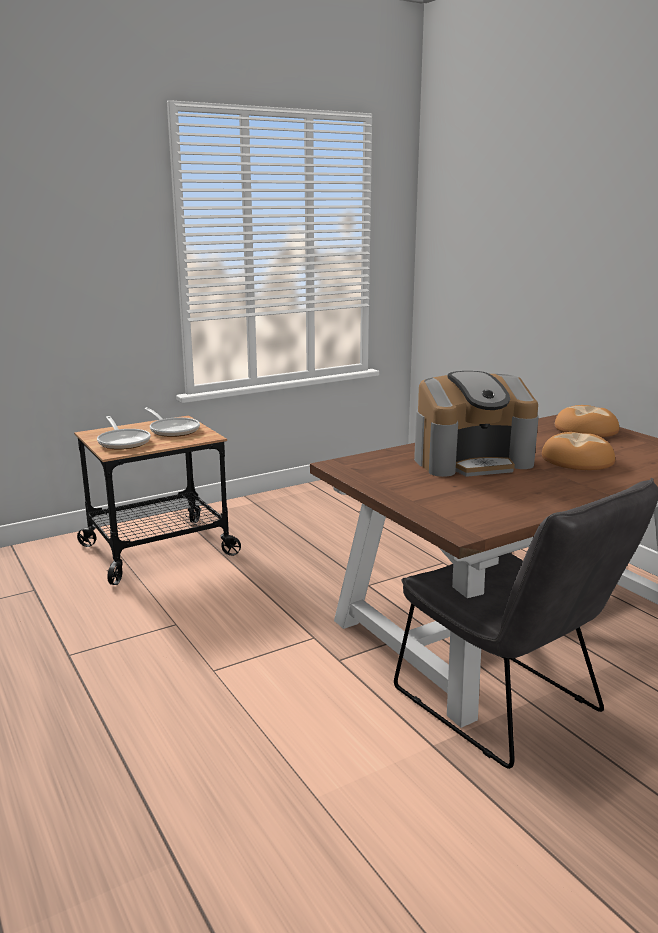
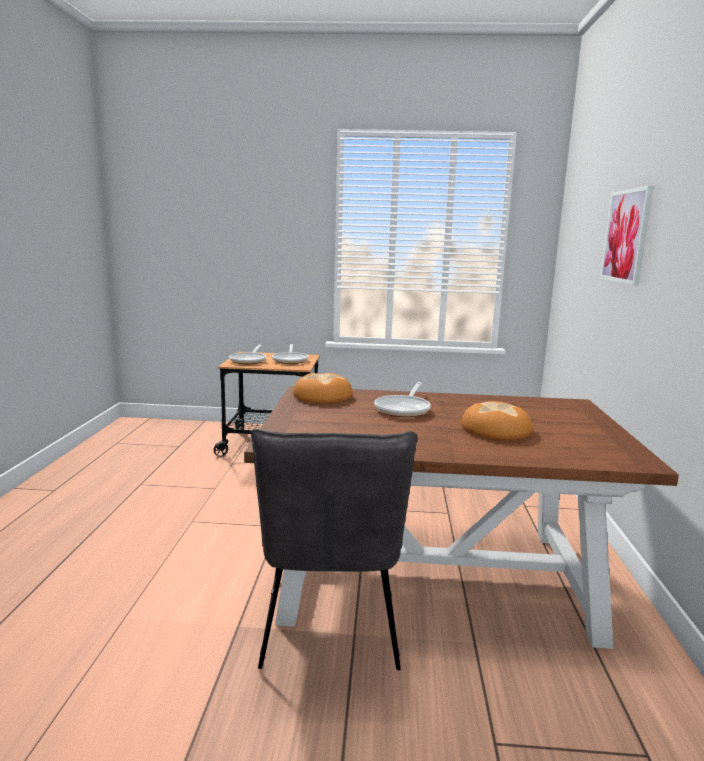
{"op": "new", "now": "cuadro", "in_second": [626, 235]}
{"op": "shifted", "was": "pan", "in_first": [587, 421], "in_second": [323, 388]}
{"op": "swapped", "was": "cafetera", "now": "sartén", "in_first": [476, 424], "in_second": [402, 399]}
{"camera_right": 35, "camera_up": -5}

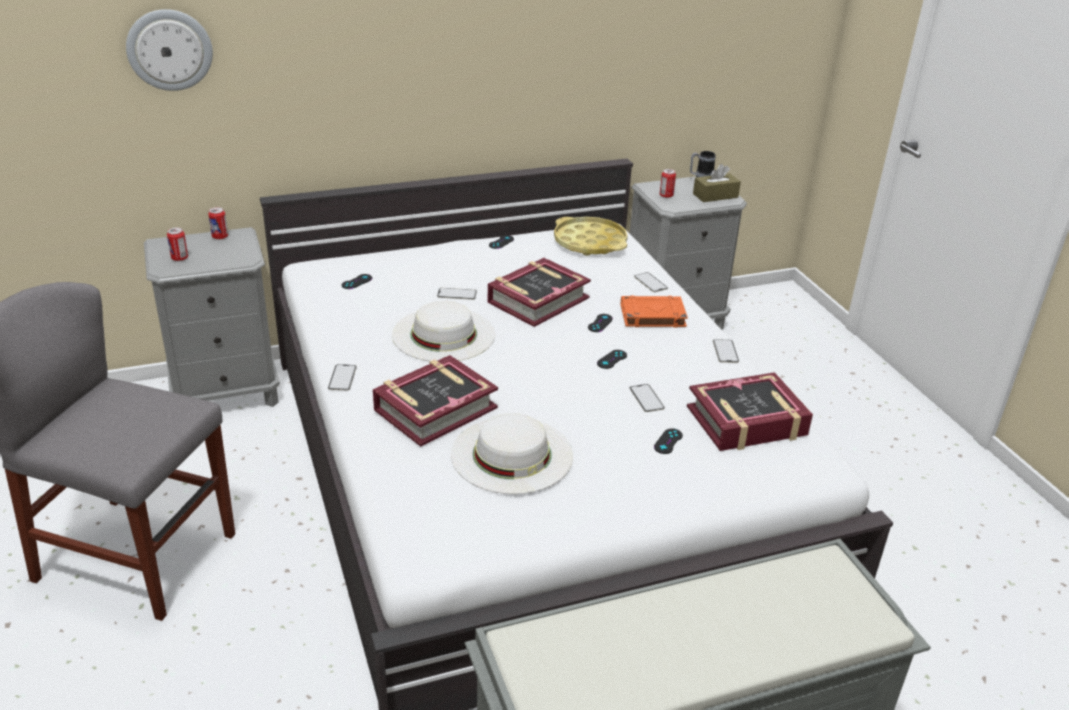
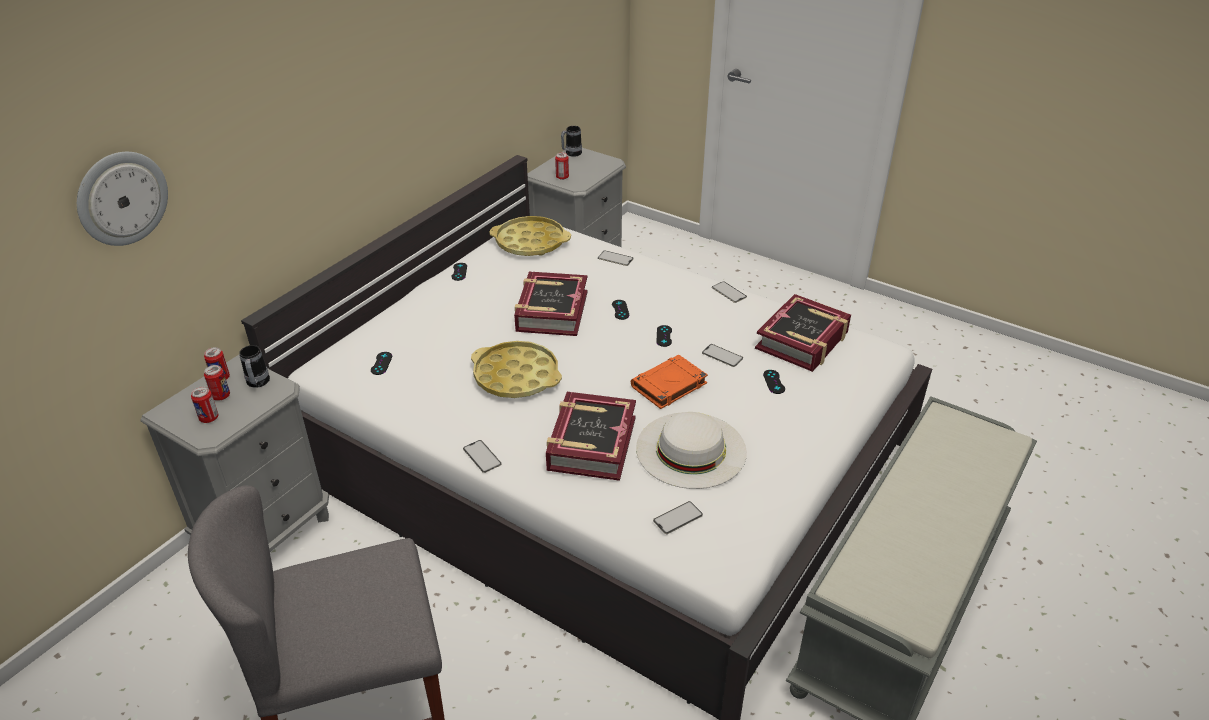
{"op": "gone", "was": "caja de pañuelos/marrón", "in_first": [717, 183]}
{"op": "new", "now": "lata", "in_second": [217, 383]}
{"op": "new", "now": "taza grande", "in_second": [254, 366]}
{"op": "shifted", "was": "móvil", "in_first": [457, 294], "in_second": [678, 517]}
{"op": "shifted", "was": "libro/naranja", "in_first": [654, 311], "in_second": [669, 382]}
{"op": "swapped", "was": "sombrero/blanco", "now": "bandeja/amarillo", "in_first": [443, 331], "in_second": [516, 369]}
{"camera_right": -35, "camera_up": 5}

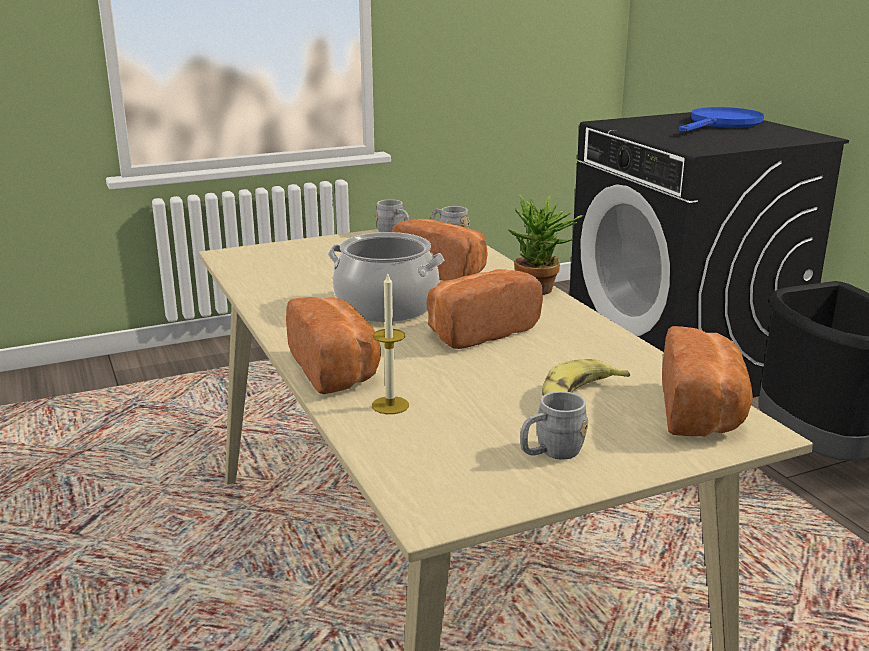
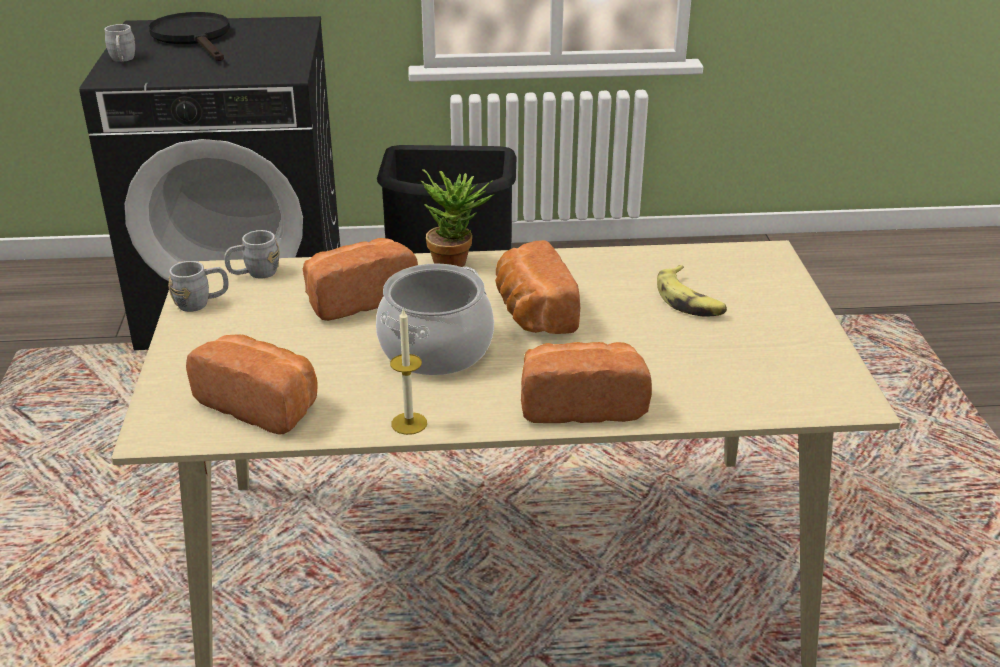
{"op": "shifted", "was": "vela", "in_first": [390, 344], "in_second": [408, 372]}
{"op": "shifted", "was": "taza grande/gris", "in_first": [554, 425], "in_second": [120, 43]}
{"op": "shifted", "was": "pan", "in_first": [707, 381], "in_second": [252, 384]}
{"op": "repainted", "was": "sartén/azul", "now": "sartén/negro", "in_first": [721, 120], "in_second": [189, 36]}
{"camera_right": -70, "camera_up": 10}

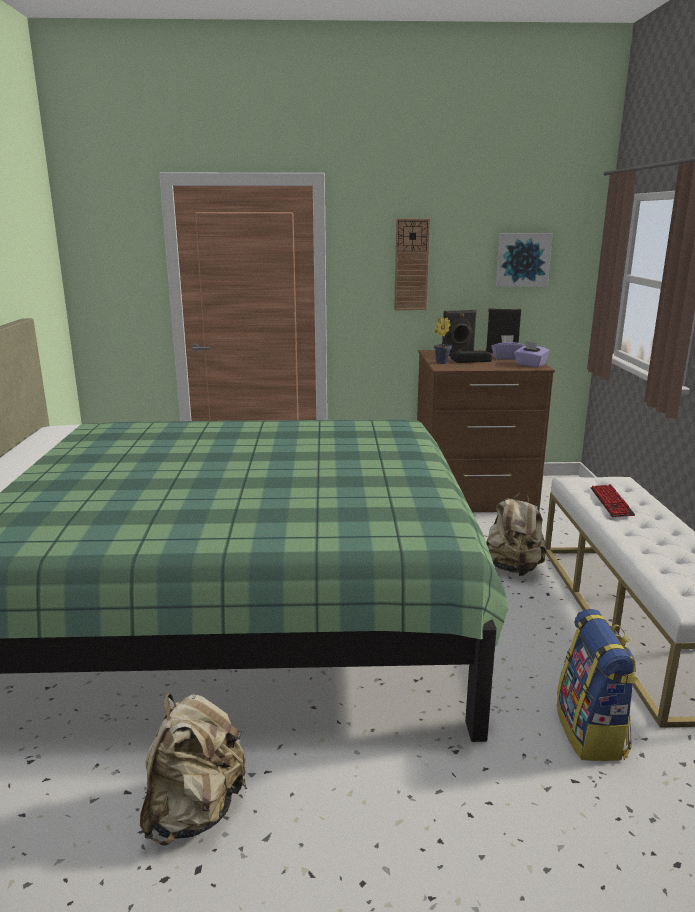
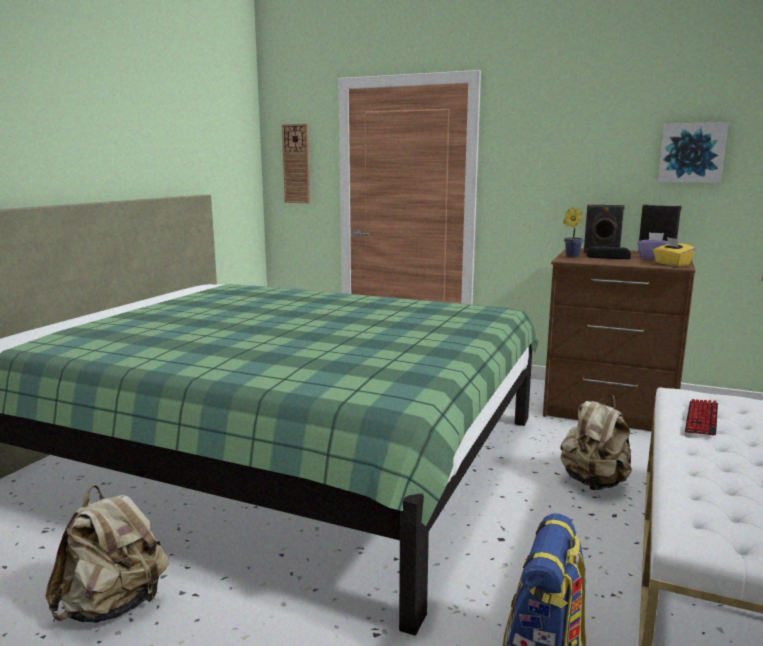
{"op": "shifted", "was": "reloj de pared", "in_first": [412, 264], "in_second": [296, 163]}
{"op": "repainted", "was": "caja de pañuelos/morado", "now": "caja de pañuelos/amarillo", "in_first": [532, 354], "in_second": [674, 251]}
{"camera_right": 25, "camera_up": -5}

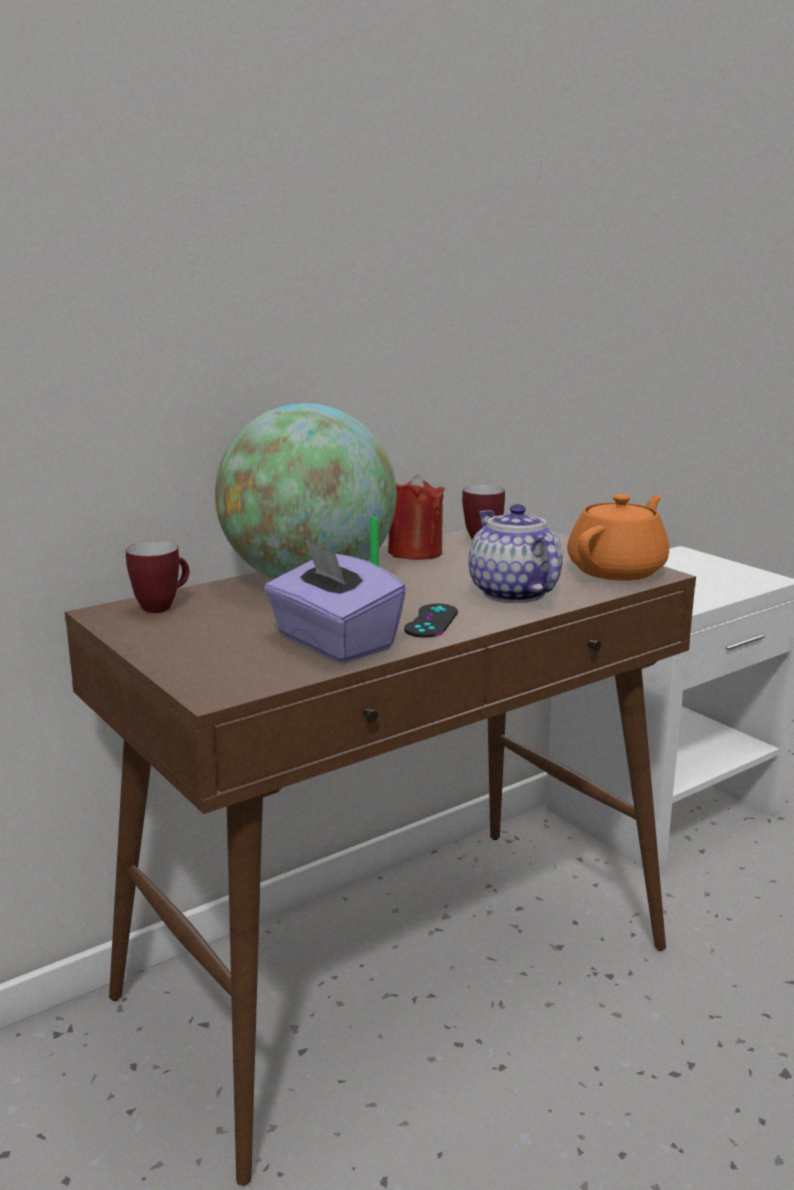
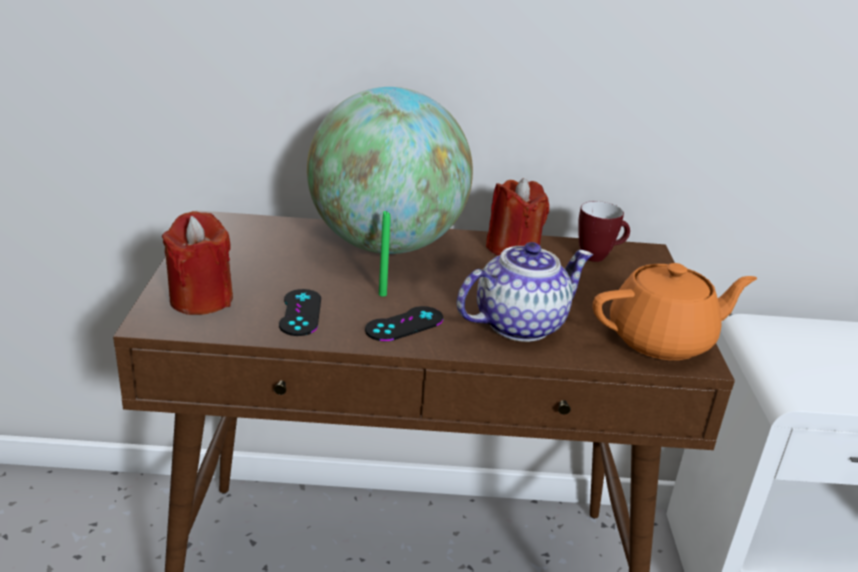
{"op": "gone", "was": "taza grande", "in_first": [158, 577]}
{"op": "new", "now": "vela/rojo", "in_second": [197, 263]}
{"op": "swapped", "was": "caja de pañuelos/morado", "now": "mando de consola/negro", "in_first": [335, 601], "in_second": [300, 312]}
{"op": "rotated", "was": "tetera", "in_first": [515, 553], "in_second": [525, 292], "clockwise": 45}
{"camera_right": 35, "camera_up": 10}

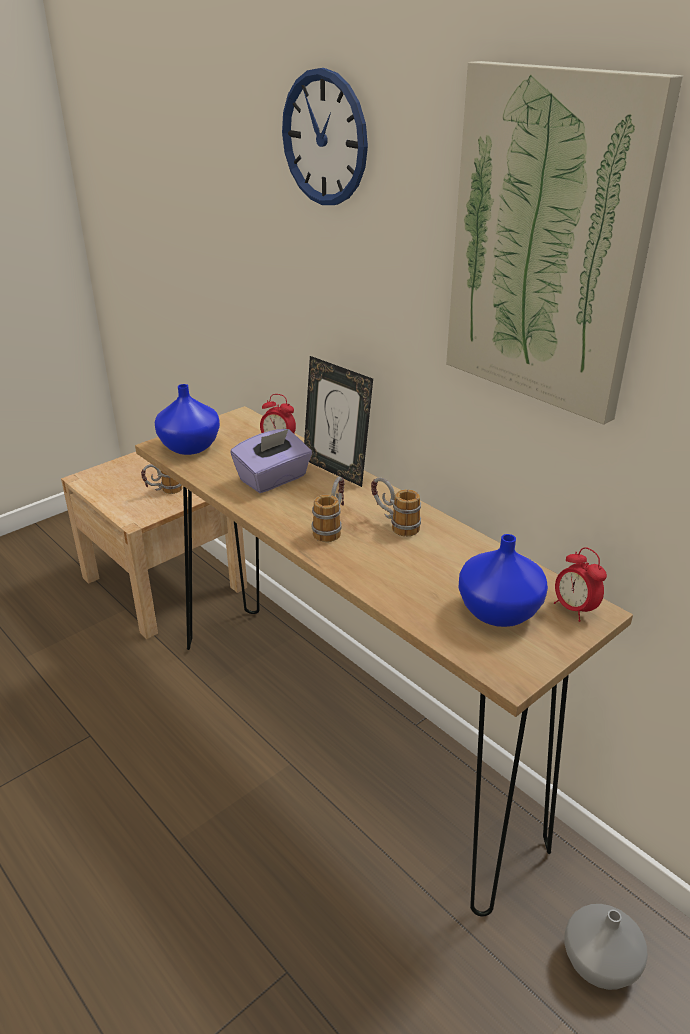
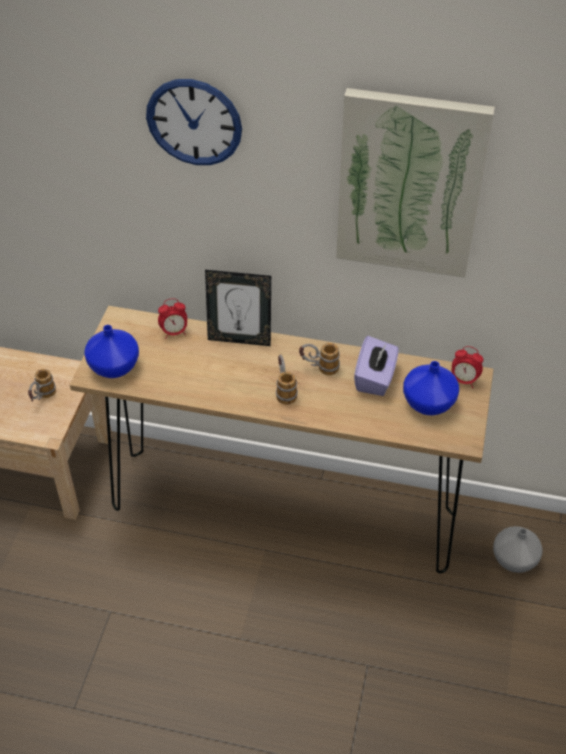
{"op": "shifted", "was": "caja de pañuelos/morado", "in_first": [271, 461], "in_second": [376, 366]}
{"camera_right": -35, "camera_up": 15}

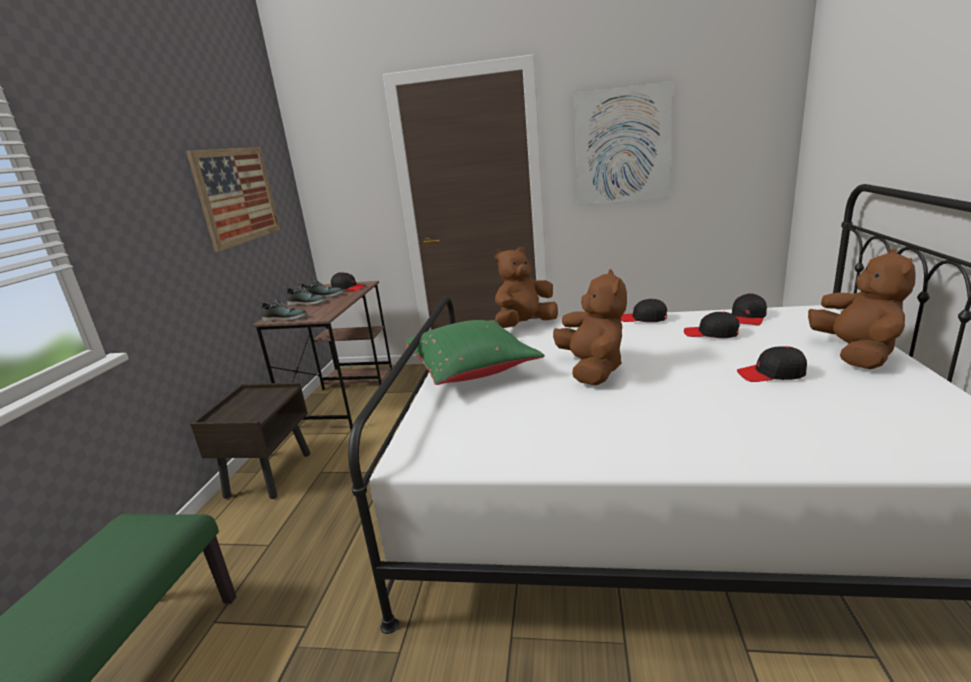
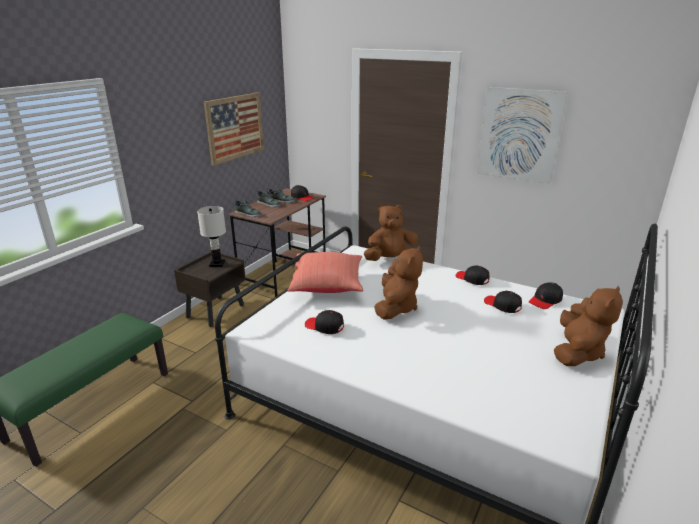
{"op": "new", "now": "lámpara de mesa/blanco", "in_second": [211, 236]}
{"op": "shifted", "was": "gorra/negro", "in_first": [772, 364], "in_second": [324, 322]}
{"op": "repainted", "was": "cojín/verde", "now": "cojín/rojo", "in_first": [474, 352], "in_second": [325, 272]}
{"camera_right": 20, "camera_up": 5}

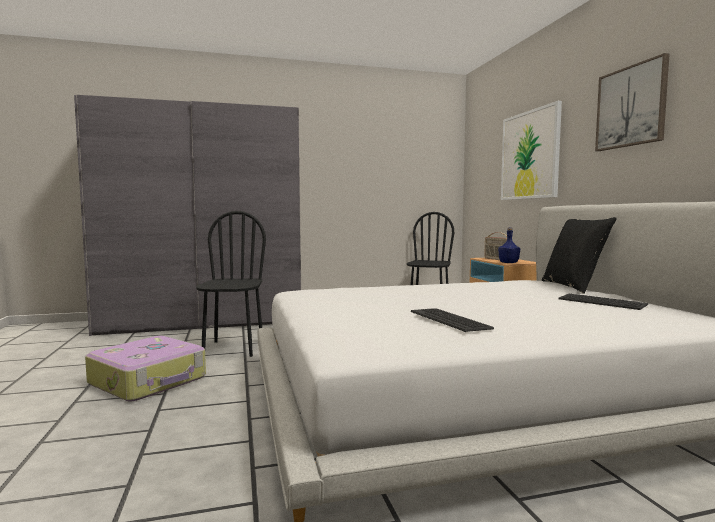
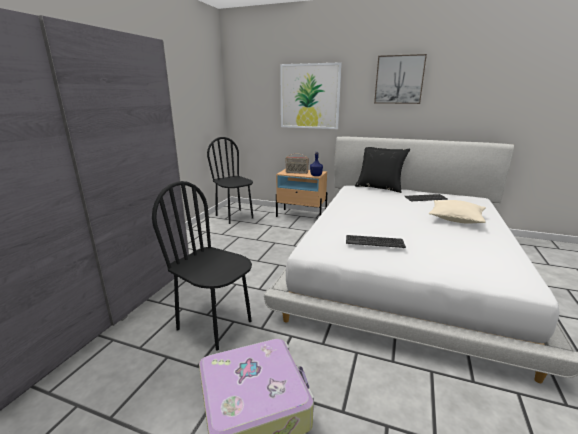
{"op": "new", "now": "cojín/beis", "in_second": [457, 212]}
{"op": "shifted", "was": "teclado", "in_first": [452, 320], "in_second": [376, 241]}
{"camera_right": -55, "camera_up": 15}

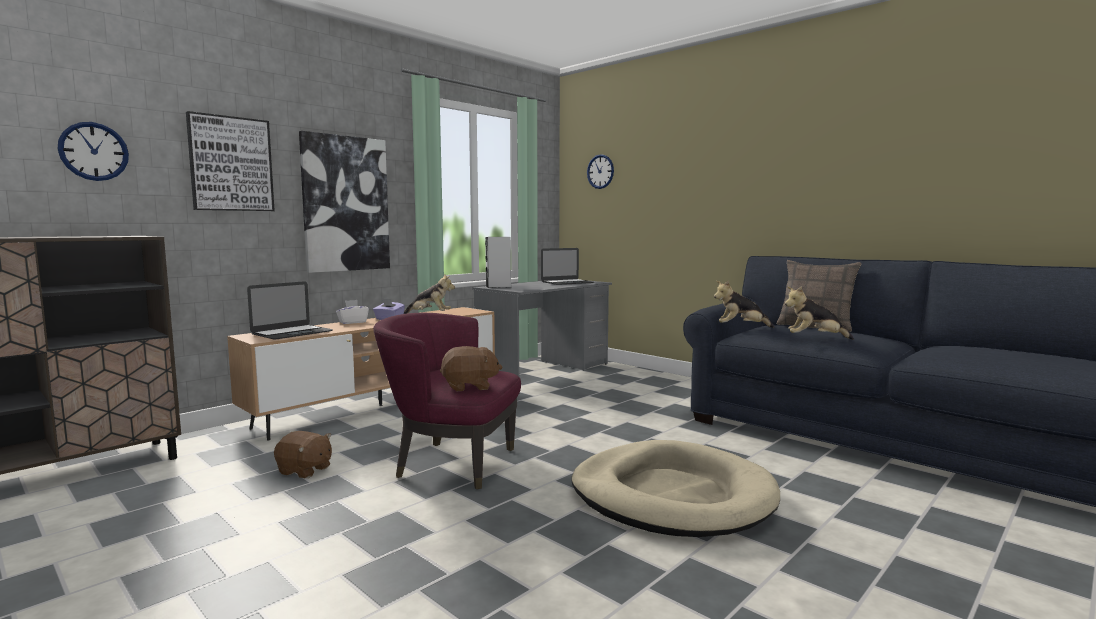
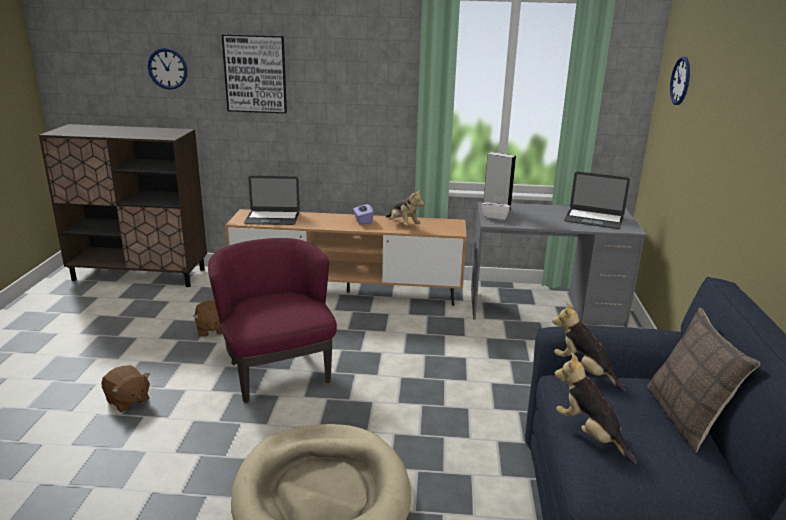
{"op": "gone", "was": "cuadro", "in_first": [344, 202]}
{"op": "shifted", "was": "caja de pañuelos/blanco", "in_first": [352, 312], "in_second": [496, 207]}
{"op": "shifted", "was": "peluche/marrón", "in_first": [471, 368], "in_second": [126, 388]}
{"camera_right": 50, "camera_up": 15}

